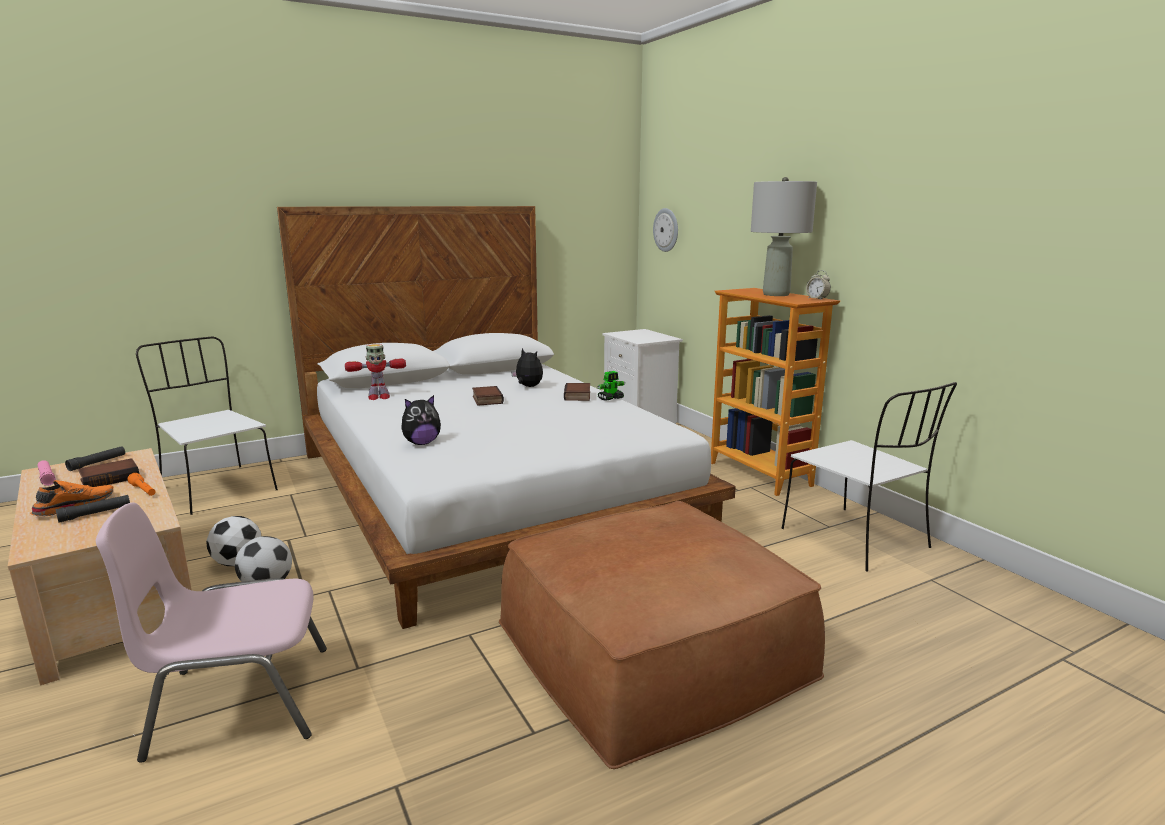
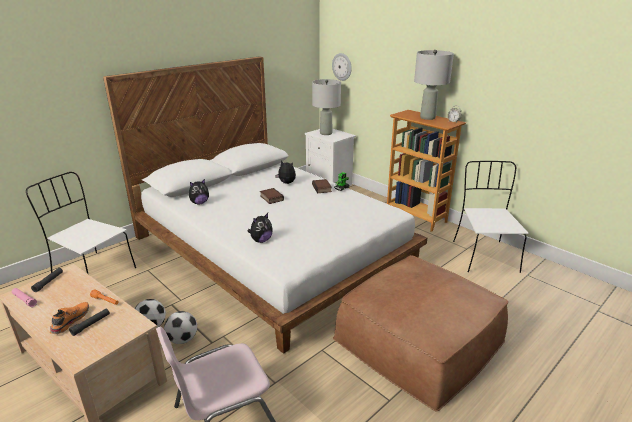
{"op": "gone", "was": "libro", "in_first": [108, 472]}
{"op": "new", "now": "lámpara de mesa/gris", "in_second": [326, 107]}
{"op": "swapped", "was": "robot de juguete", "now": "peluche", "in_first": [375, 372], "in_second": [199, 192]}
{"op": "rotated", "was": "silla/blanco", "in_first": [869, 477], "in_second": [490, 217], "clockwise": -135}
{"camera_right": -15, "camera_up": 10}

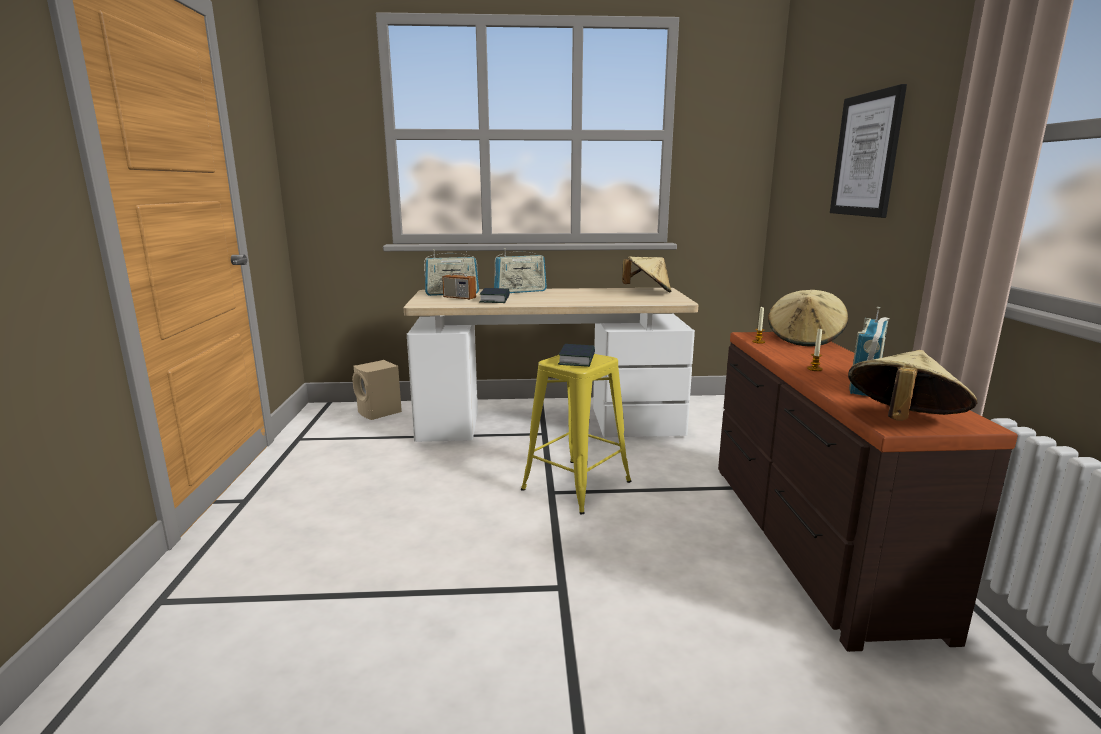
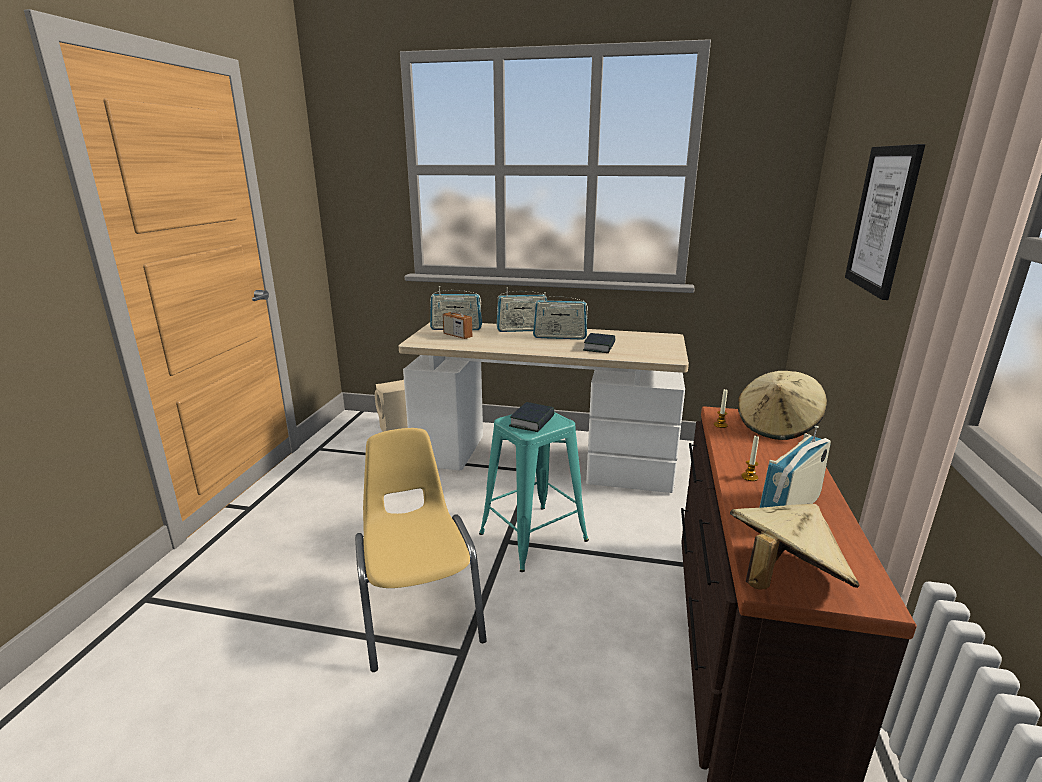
{"op": "gone", "was": "sombrero/beis", "in_first": [646, 274]}
{"op": "new", "now": "silla/amarillo", "in_second": [421, 550]}
{"op": "new", "now": "radio", "in_second": [560, 316]}
{"op": "shifted", "was": "libro", "in_first": [494, 295], "in_second": [599, 343]}
{"op": "repainted", "was": "taburete/amarillo", "now": "taburete/turquesa", "in_first": [576, 434], "in_second": [534, 492]}
{"camera_right": 15, "camera_up": 5}

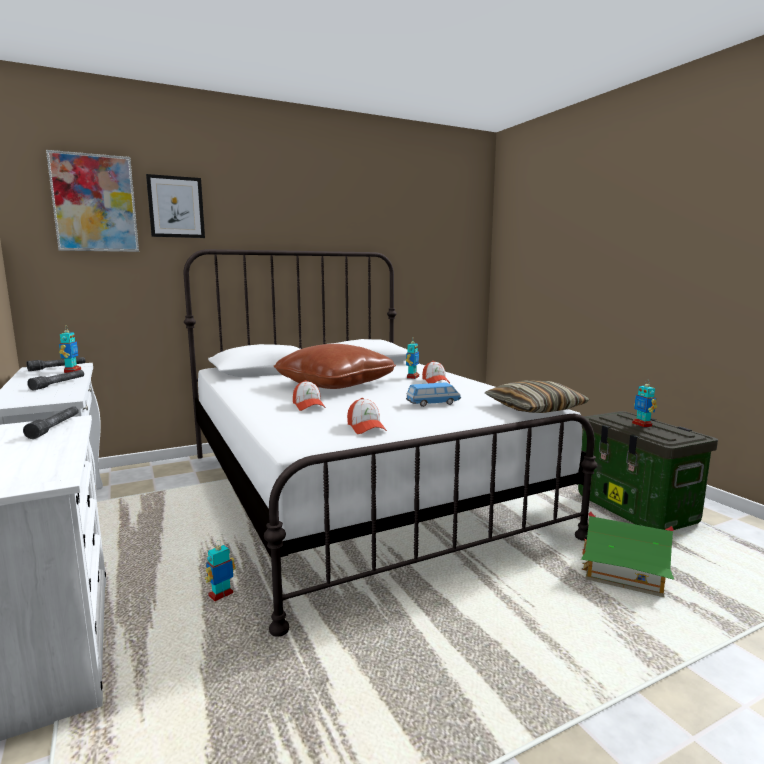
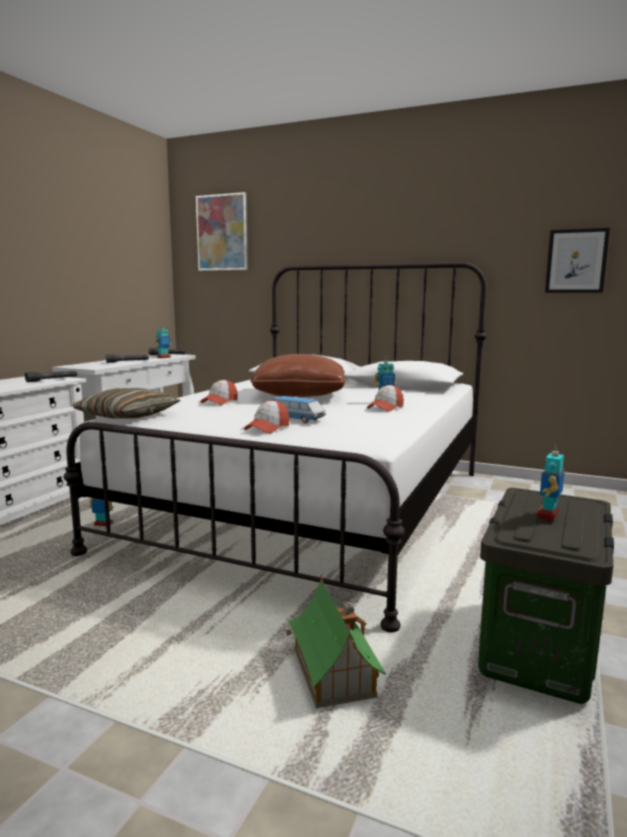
{"op": "shifted", "was": "cuadro", "in_first": [175, 206], "in_second": [577, 260]}
{"op": "shifted", "was": "gorra", "in_first": [367, 416], "in_second": [266, 416]}
{"op": "shifted", "was": "cojín", "in_first": [537, 396], "in_second": [126, 403]}
{"camera_right": 50, "camera_up": 0}

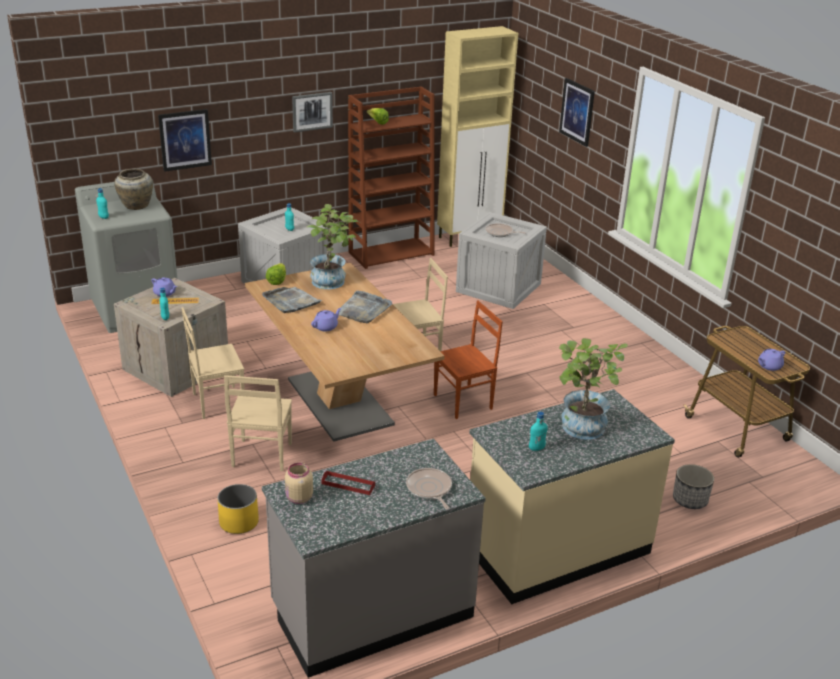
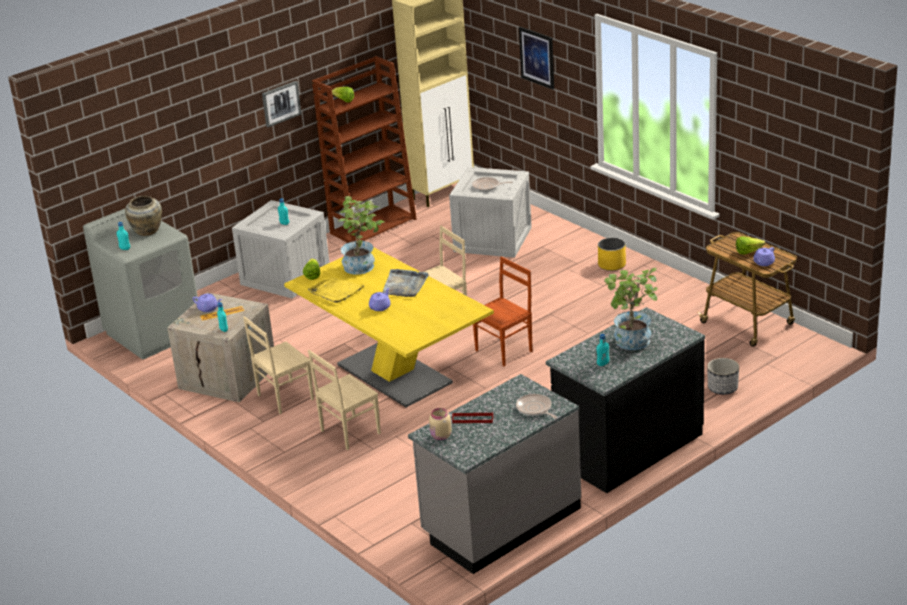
{"op": "gone", "was": "cuadro", "in_first": [185, 140]}
{"op": "new", "now": "lechuga", "in_second": [750, 245]}
{"op": "shifted", "was": "maceta/amarillo", "in_first": [238, 509], "in_second": [612, 254]}
{"op": "repainted", "was": "mesa de comedor/marrón", "now": "mesa de comedor/amarillo", "in_first": [344, 352], "in_second": [389, 327]}
{"op": "repainted", "was": "bandeja/gris", "now": "bandeja/amarillo", "in_first": [292, 300], "in_second": [336, 290]}
{"op": "repainted", "was": "mueble bajo de cocina/beis", "now": "mueble bajo de cocina/negro", "in_first": [572, 496], "in_second": [625, 400]}
{"op": "rotated", "was": "silla/beis", "in_first": [258, 423], "in_second": [344, 400], "clockwise": 60}
{"camera_right": -10, "camera_up": 0}

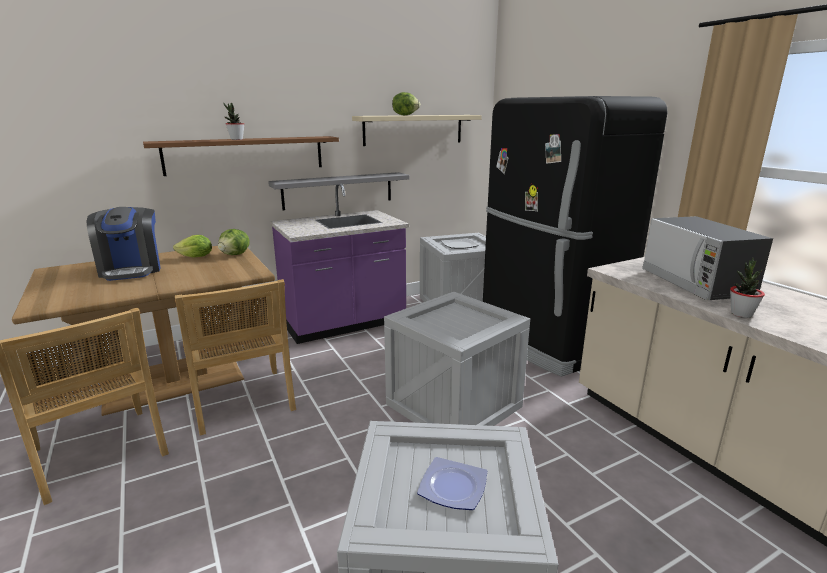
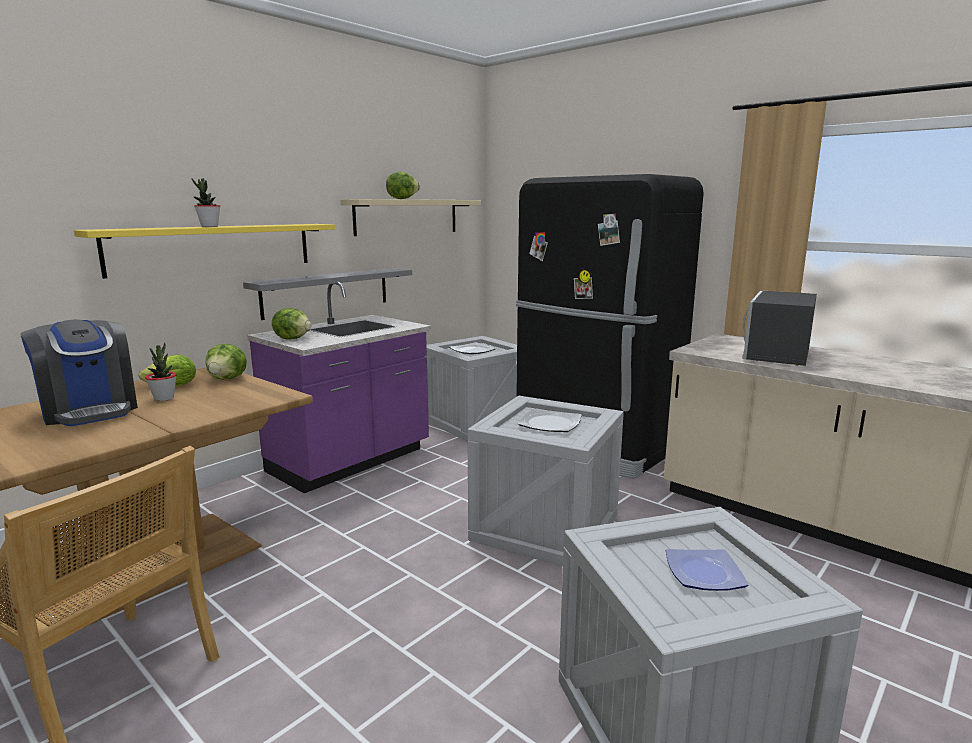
{"op": "gone", "was": "silla/beis", "in_first": [235, 357]}
{"op": "new", "now": "lechuga", "in_second": [291, 323]}
{"op": "new", "now": "plato", "in_second": [550, 420]}
{"op": "shifted", "was": "planta en maceta", "in_first": [747, 288], "in_second": [161, 372]}
{"op": "repainted", "was": "estante/marrón", "now": "estante/amarillo", "in_first": [241, 156], "in_second": [204, 251]}
{"op": "rotated", "was": "microondas", "in_first": [707, 258], "in_second": [779, 328], "clockwise": 60}
{"camera_right": -20, "camera_up": -5}

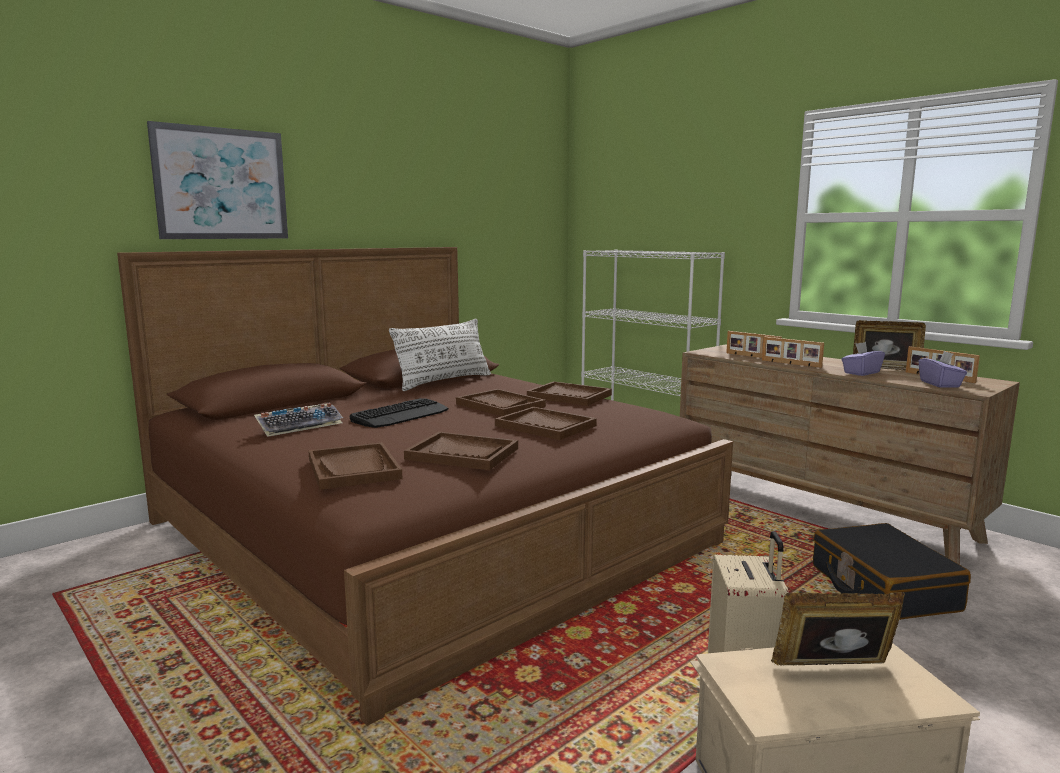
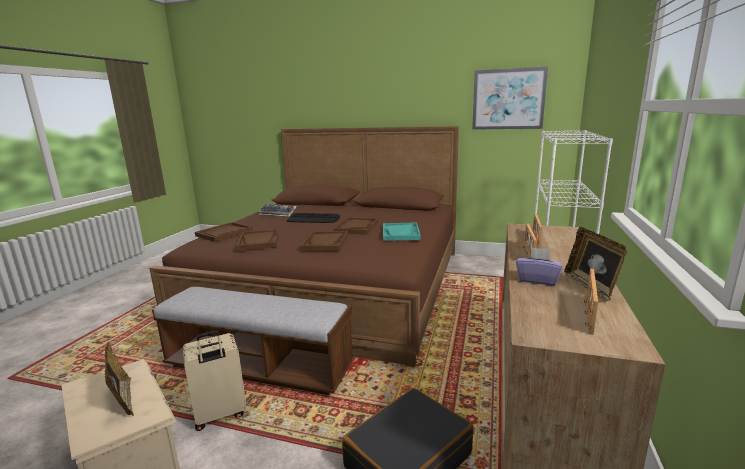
{"op": "gone", "was": "cojín/blanco", "in_first": [440, 355]}
{"op": "gone", "was": "caja de pañuelos/morado", "in_first": [943, 369]}
{"op": "new", "now": "banco", "in_second": [253, 341]}
{"op": "shifted", "was": "cuadro", "in_first": [217, 180], "in_second": [510, 98]}
{"op": "repainted", "was": "bandeja/marrón", "now": "bandeja/turquesa", "in_first": [569, 393], "in_second": [402, 231]}
{"camera_right": 60, "camera_up": 5}

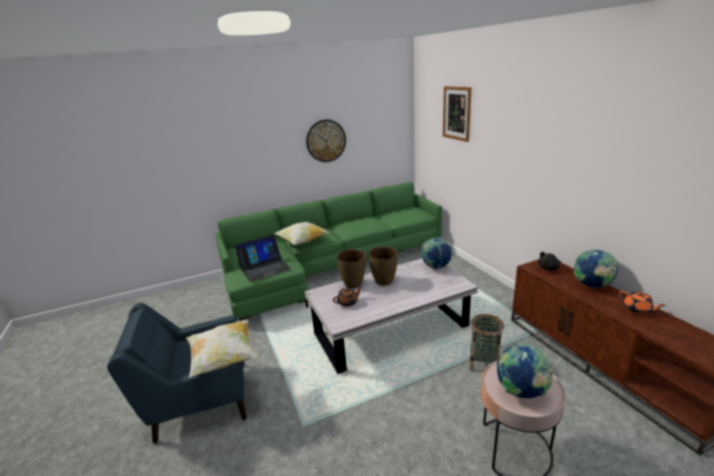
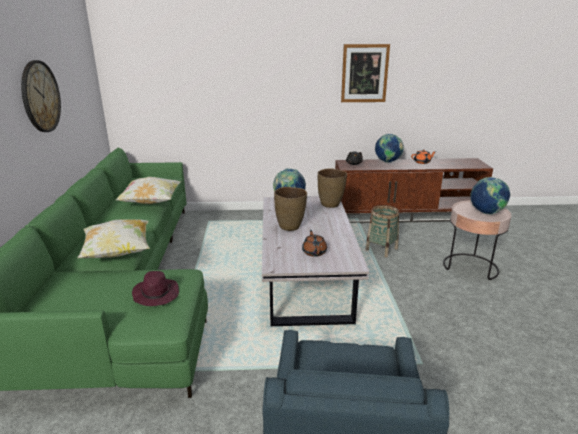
{"op": "shifted", "was": "cojín", "in_first": [222, 349], "in_second": [148, 190]}
{"op": "shifted", "was": "florero/marrón", "in_first": [351, 268], "in_second": [332, 188]}
{"op": "shifted", "was": "cuadro", "in_first": [457, 114], "in_second": [365, 73]}
{"op": "swapped", "was": "portátil", "now": "sombrero/morado", "in_first": [262, 258], "in_second": [155, 288]}
{"camera_right": -70, "camera_up": 0}

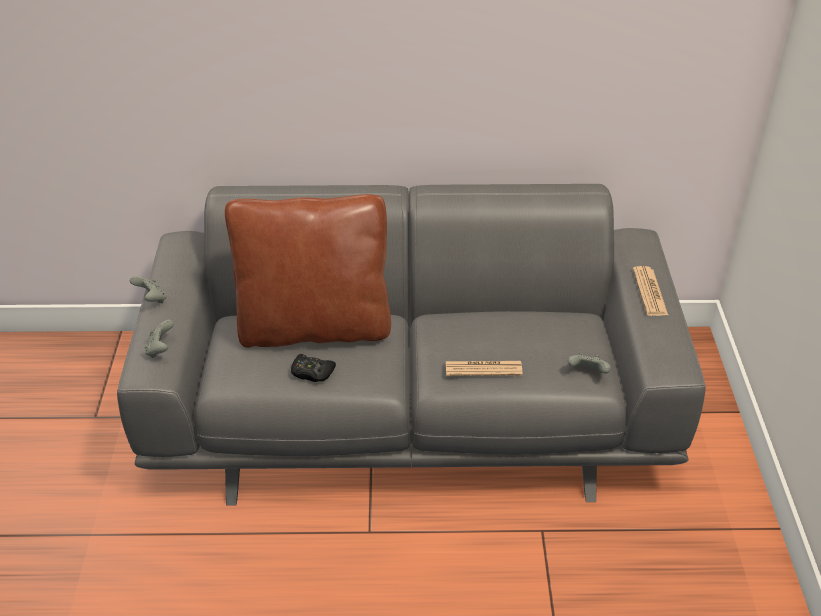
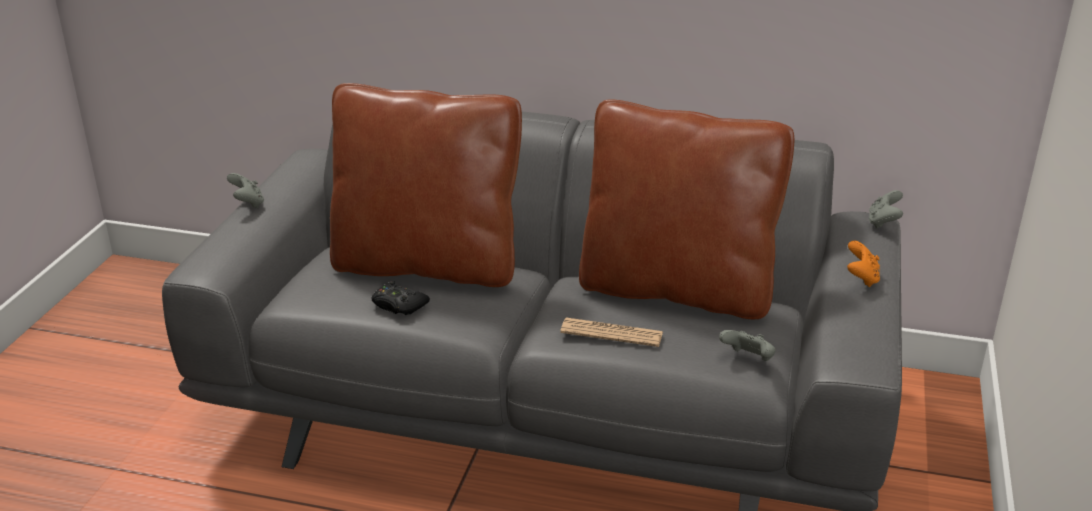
{"op": "new", "now": "cojín/marrón", "in_second": [686, 209]}
{"op": "shifted", "was": "mando de consola/gris", "in_first": [159, 339], "in_second": [886, 209]}
{"op": "swapped", "was": "periódico", "now": "mando de consola/naranja", "in_first": [650, 291], "in_second": [863, 264]}
{"camera_right": 15, "camera_up": -10}

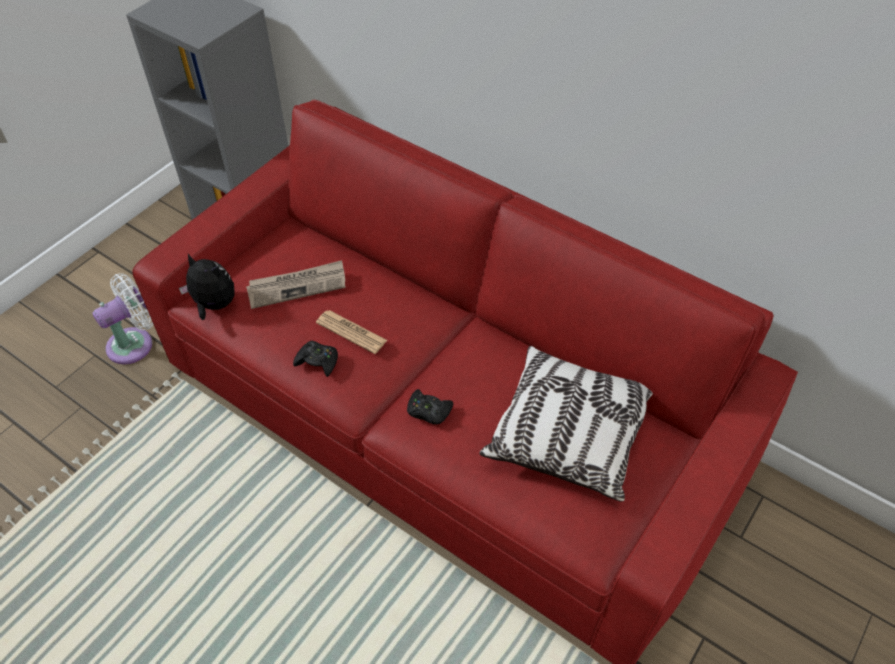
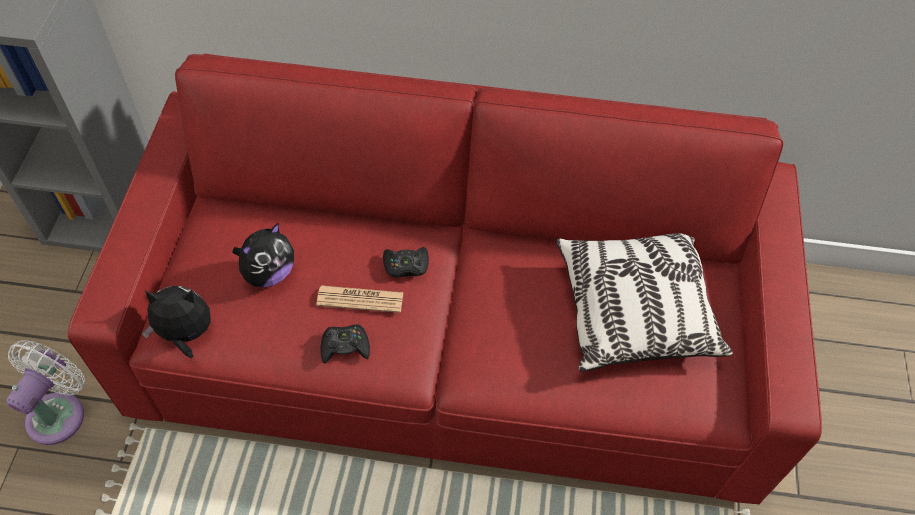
{"op": "shifted", "was": "mando de consola/negro", "in_first": [430, 406], "in_second": [406, 262]}
{"op": "swapped", "was": "periódico", "now": "peluche", "in_first": [296, 284], "in_second": [263, 255]}
{"camera_right": -30, "camera_up": 5}

